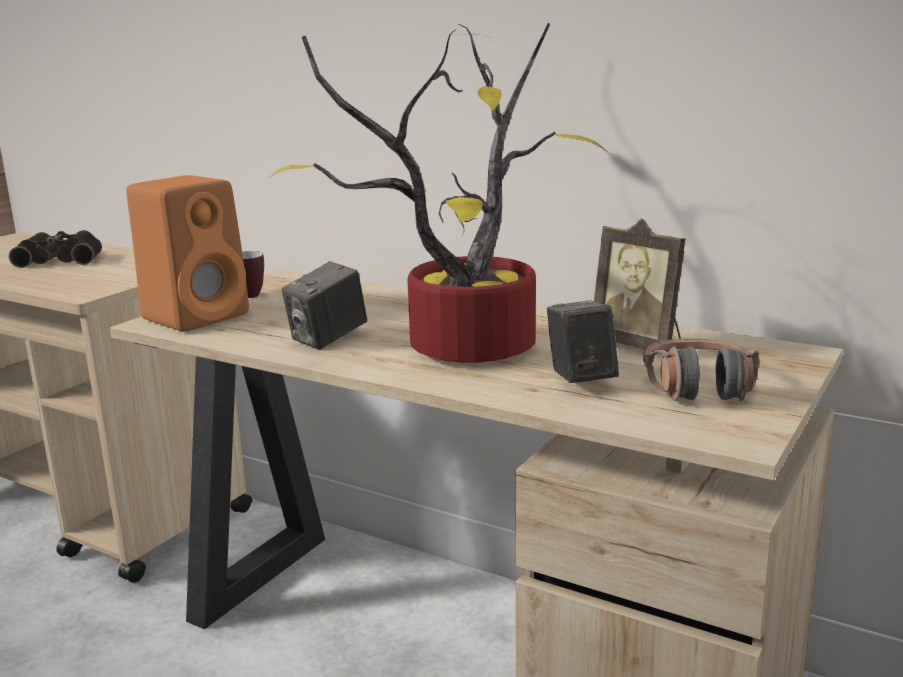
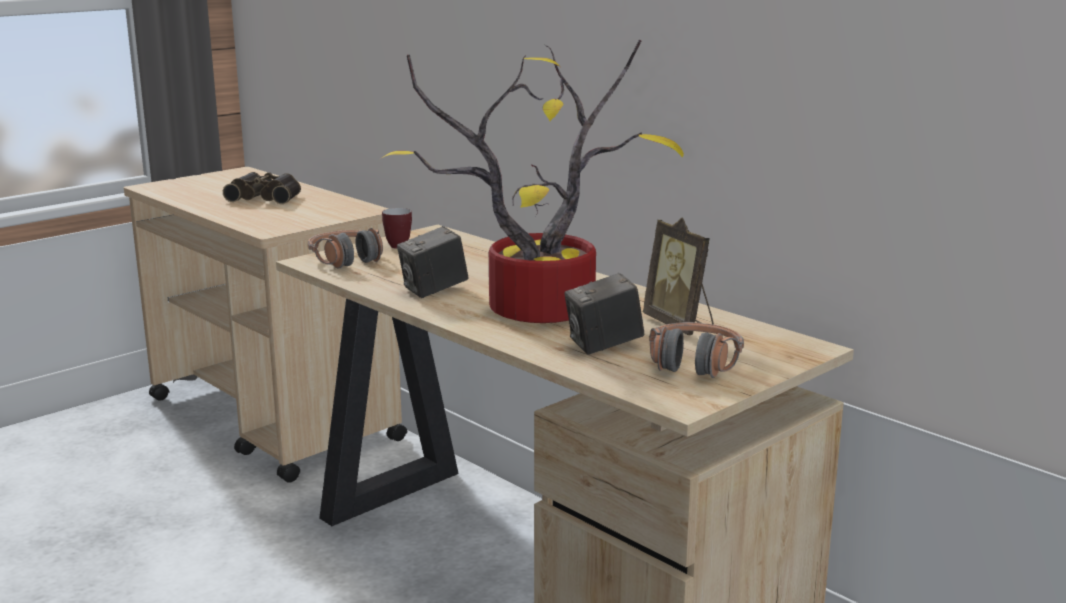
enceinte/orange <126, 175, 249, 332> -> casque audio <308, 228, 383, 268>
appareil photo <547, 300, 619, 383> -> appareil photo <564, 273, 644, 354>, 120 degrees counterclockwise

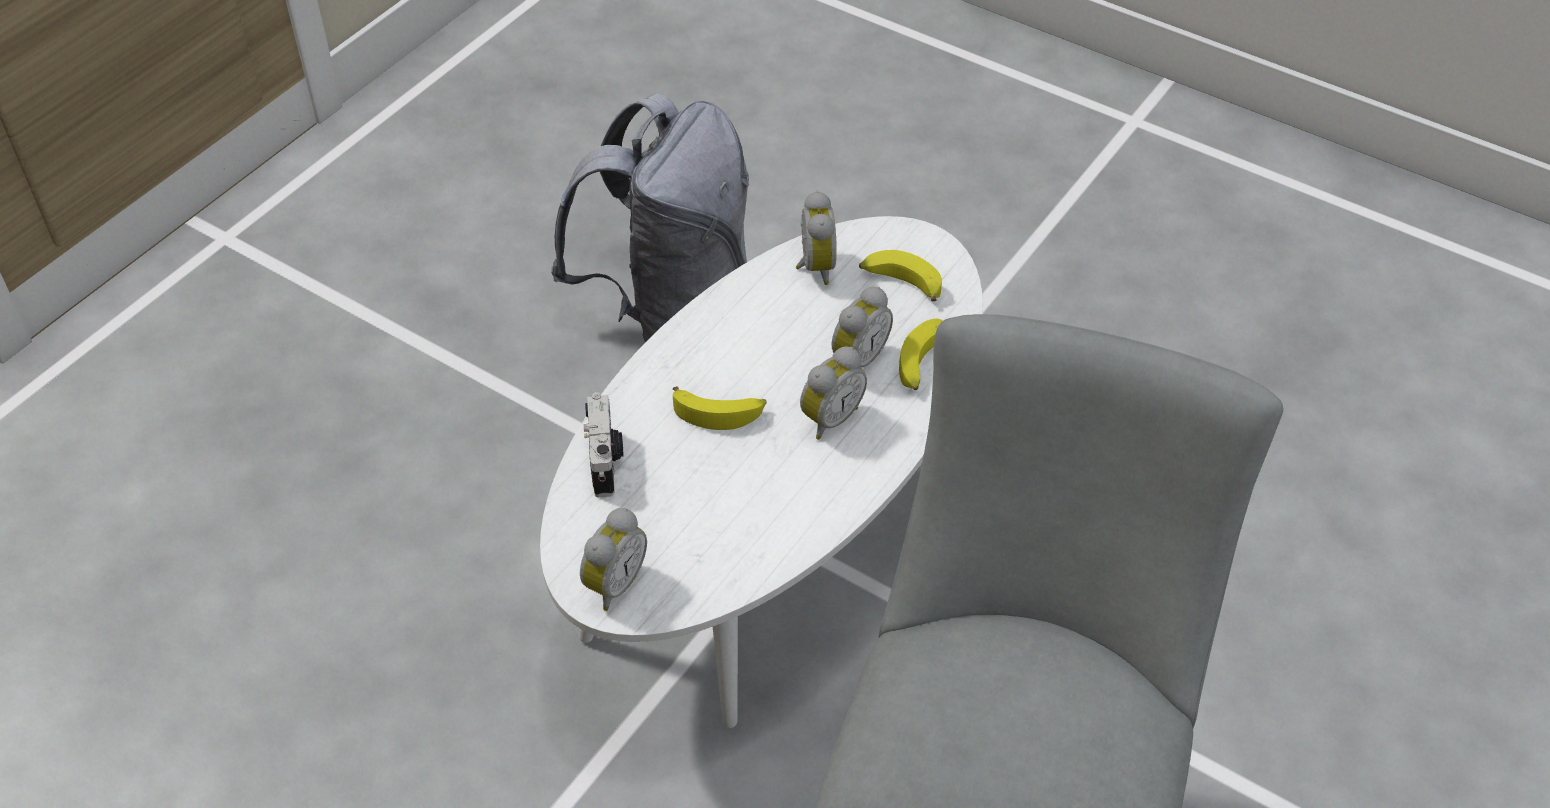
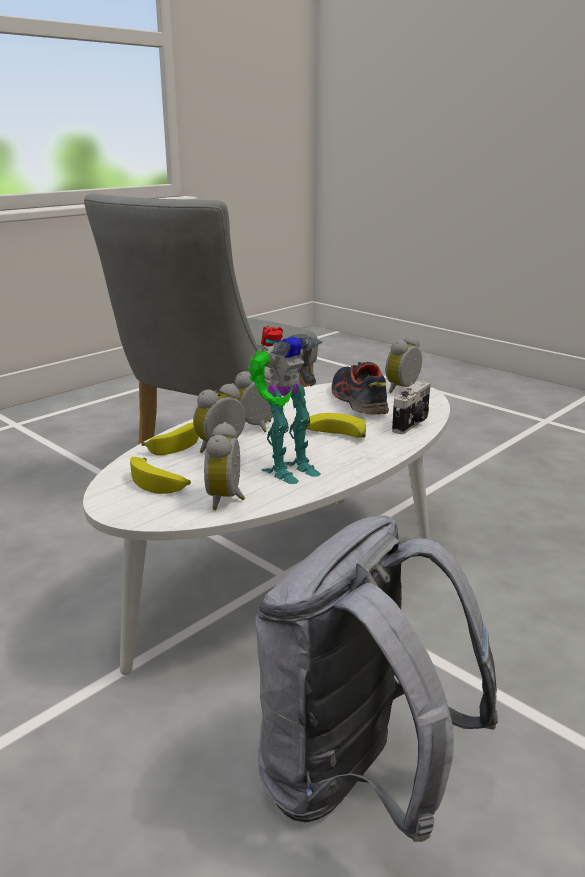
none -> robot jouet <248, 326, 322, 484>
none -> chaussure <331, 362, 389, 415>
appareil photo <583, 392, 624, 498> -> appareil photo <392, 381, 431, 434>, 150 degrees counterclockwise

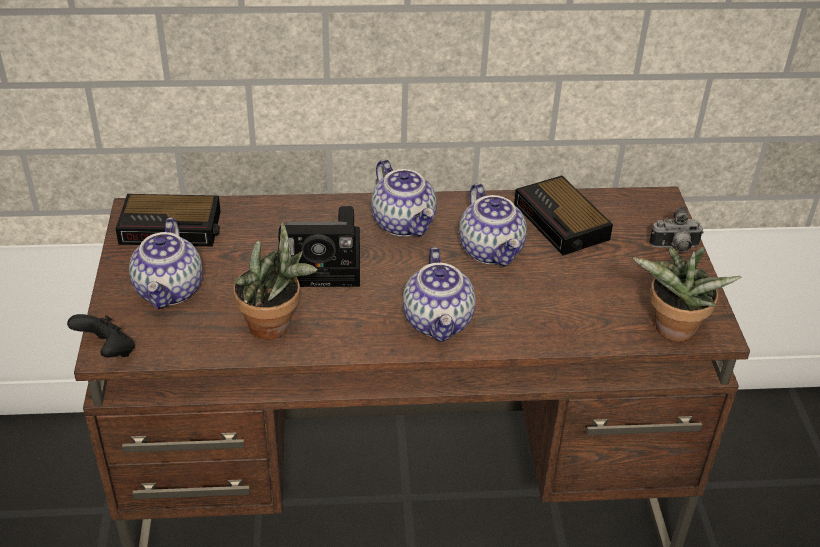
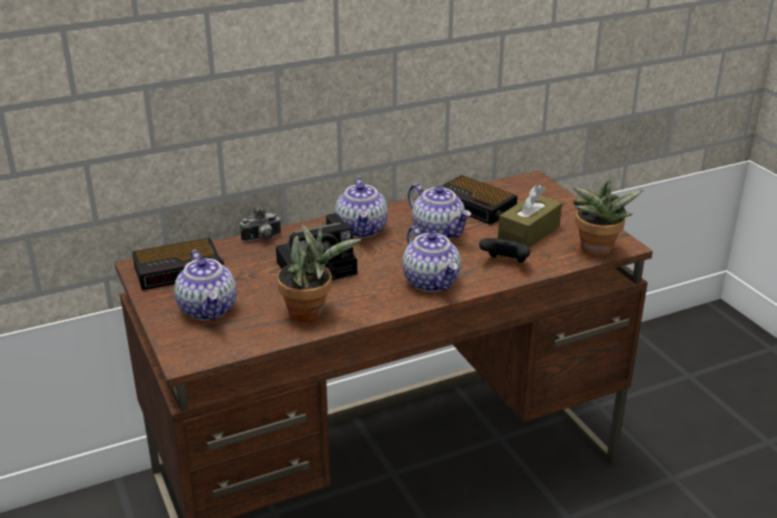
none -> boîte à mouchoirs/marron <498, 185, 562, 248>
manette/noir <67, 314, 135, 358> -> manette/noir <479, 238, 531, 263>, move
appareil photo <649, 206, 704, 252> -> appareil photo <240, 204, 281, 242>, move
théière <371, 159, 437, 236> -> théière <335, 177, 388, 238>, 45 degrees clockwise

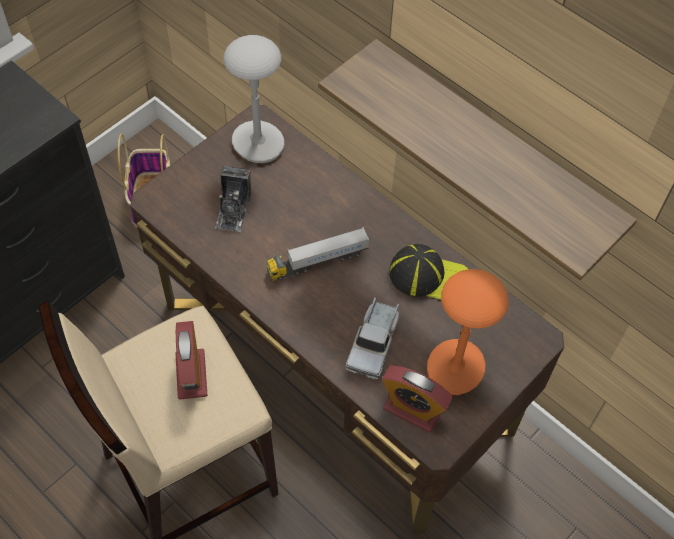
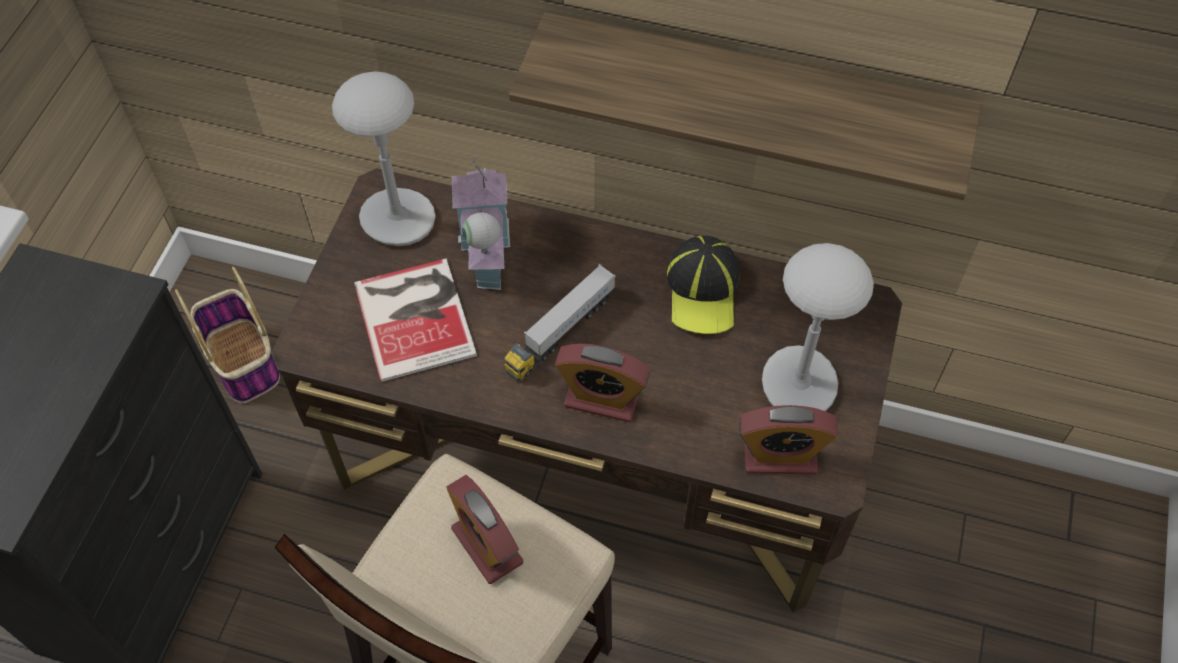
camion jouet <345, 297, 399, 379> -> none
none -> maison miniature <452, 153, 510, 290>
none -> réveil <555, 343, 650, 422>
appareil photo <215, 166, 251, 232> -> livre <354, 258, 477, 382>
lampe de table/orange <427, 269, 509, 395> -> lampe de table/gris <762, 243, 874, 411>
casquette <389, 244, 468, 299> -> casquette <667, 236, 740, 334>, 105 degrees clockwise

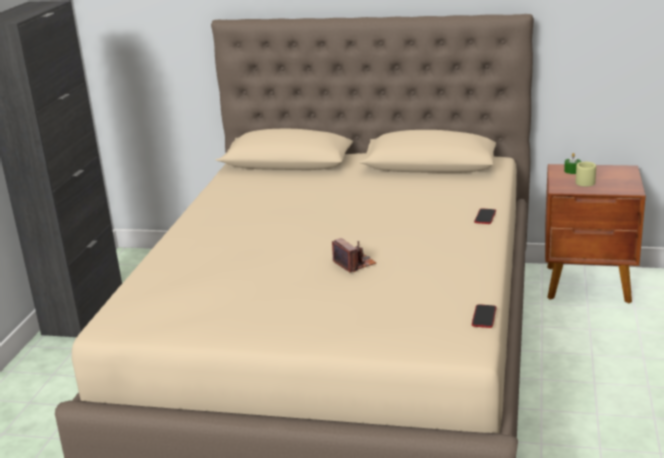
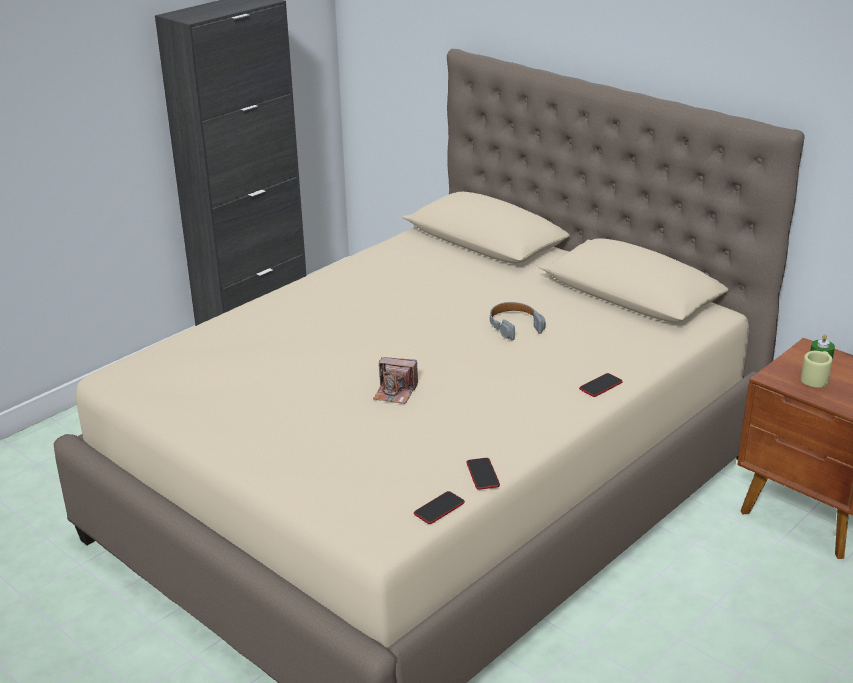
none -> téléphone <466, 458, 500, 490>
none -> casque audio/gris <490, 302, 546, 340>
appareil photo <332, 238, 376, 273> -> appareil photo <373, 357, 418, 404>, 105 degrees clockwise

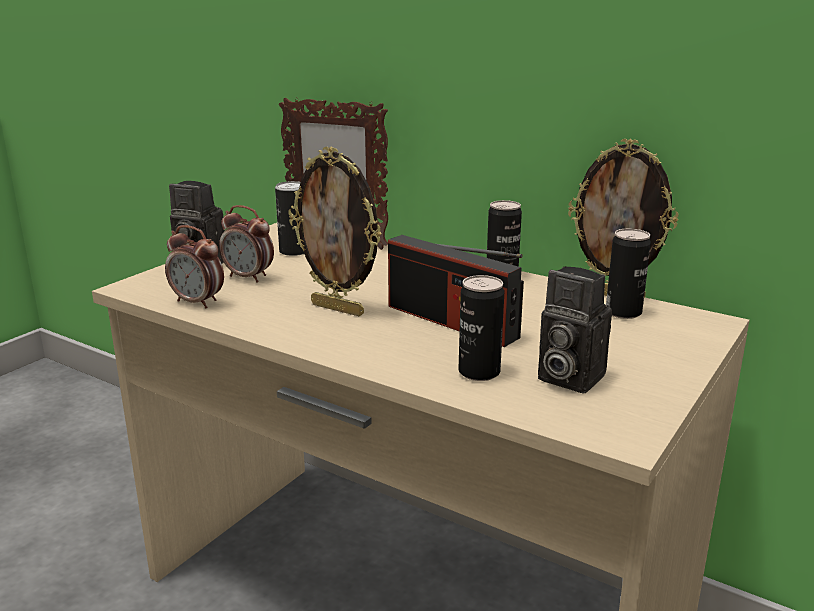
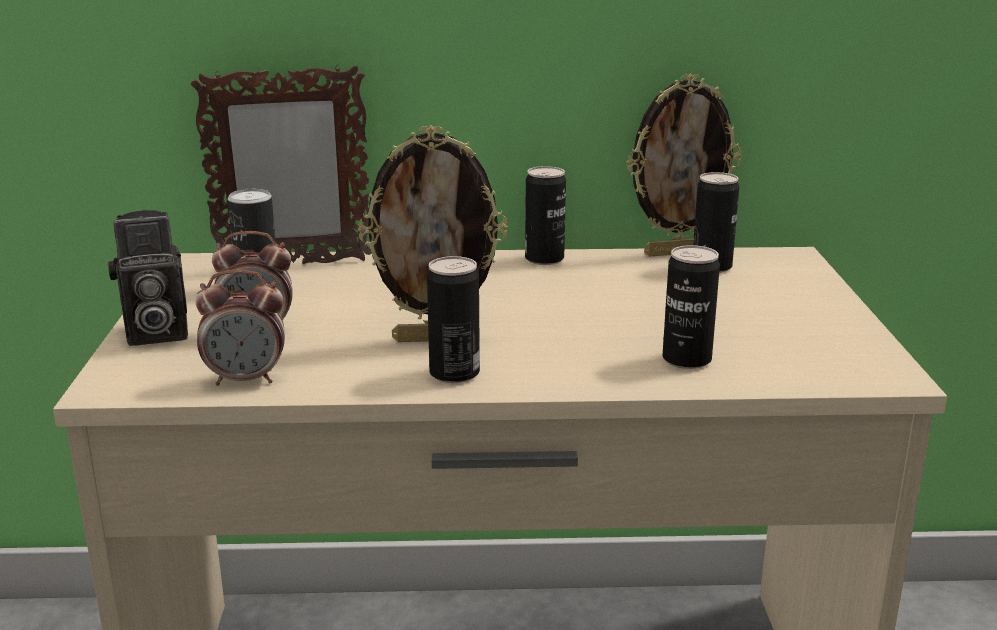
radio <388, 235, 524, 347> -> none
appareil photo <538, 266, 612, 393> -> none
none -> boîte métallique <427, 256, 480, 383>

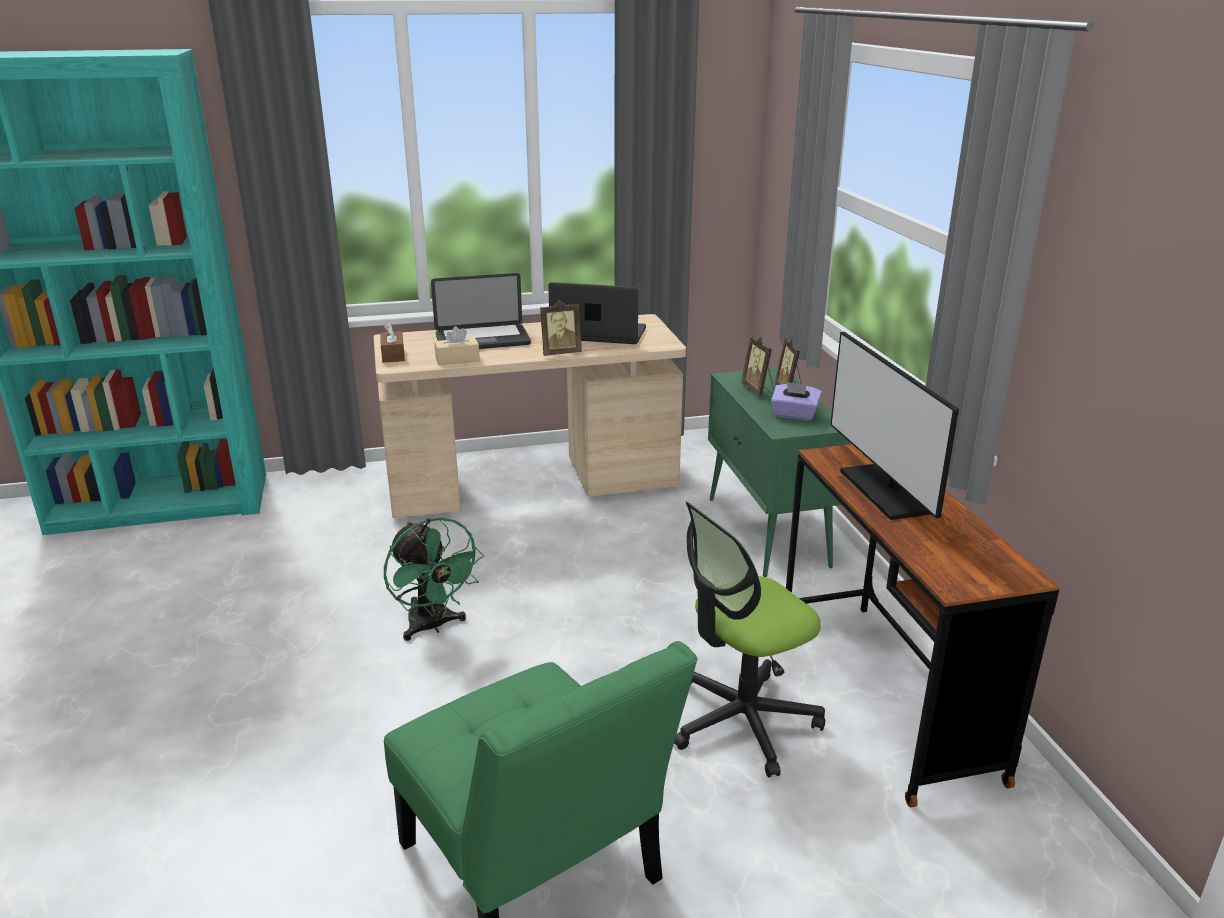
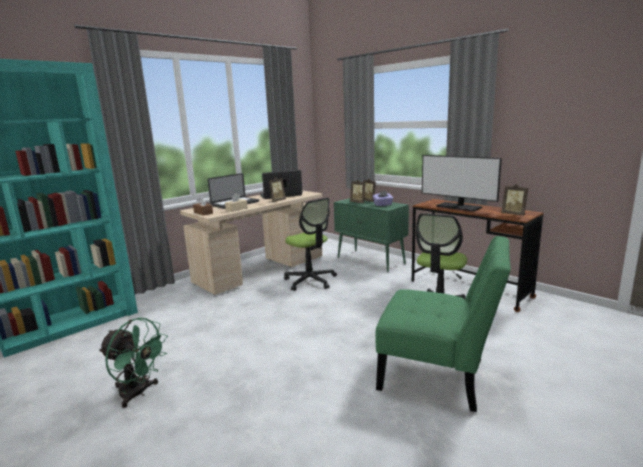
none -> chaise de bureau <284, 198, 337, 291>
none -> cadre photo <501, 184, 528, 216>
ventilateur/vert <384, 518, 484, 641> -> ventilateur/vert <99, 318, 168, 408>, move

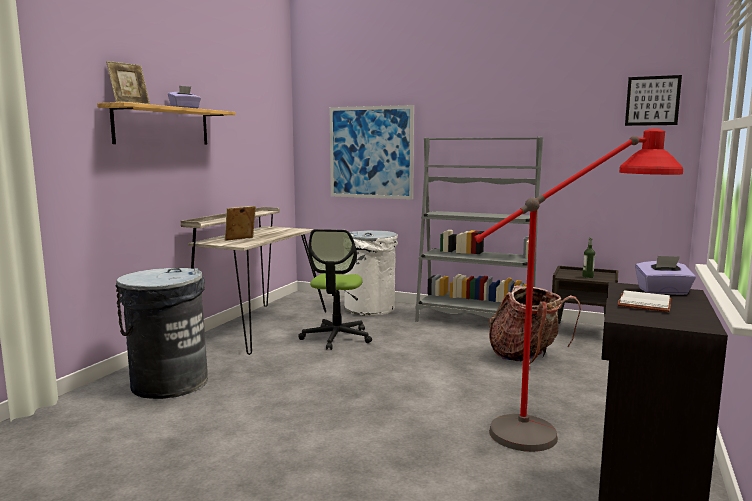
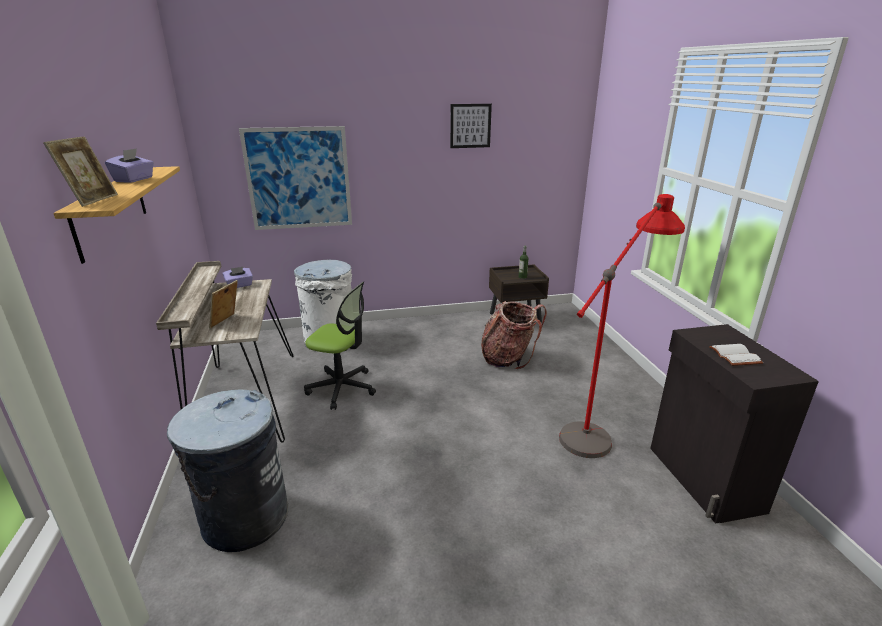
bibliothèque/gris <415, 137, 543, 322> -> none
tableau <625, 75, 682, 126> -> tableau <450, 104, 492, 148>, move
boîte à mouchoirs/violet <635, 256, 696, 295> -> boîte à mouchoirs/violet <222, 267, 253, 288>, move
chaise de bureau <298, 229, 372, 350> -> chaise de bureau <304, 281, 376, 410>, 45 degrees counterclockwise

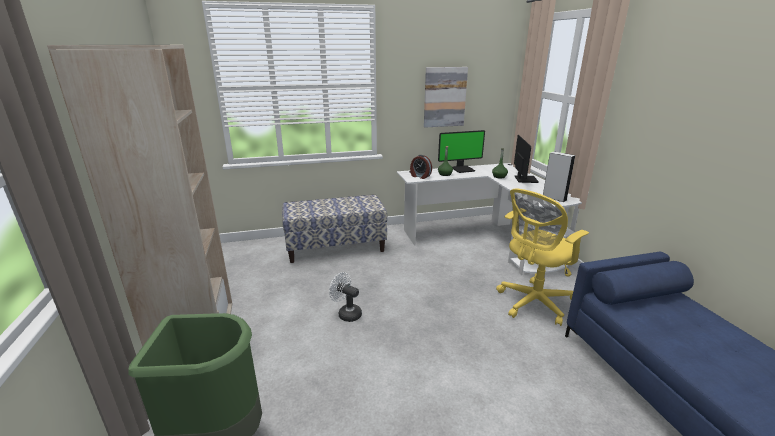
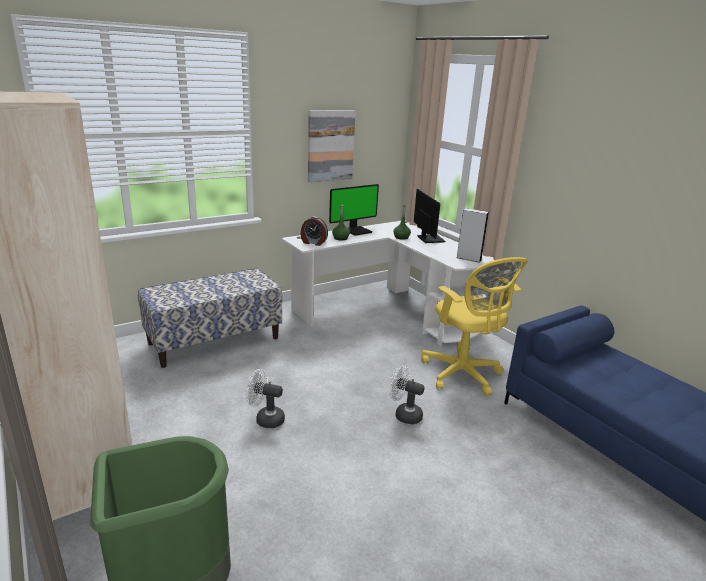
none -> ventilateur/blanc <389, 366, 424, 424>
chaise de bureau/jaune <496, 188, 589, 326> -> chaise de bureau/jaune <421, 257, 528, 396>, 60 degrees counterclockwise

